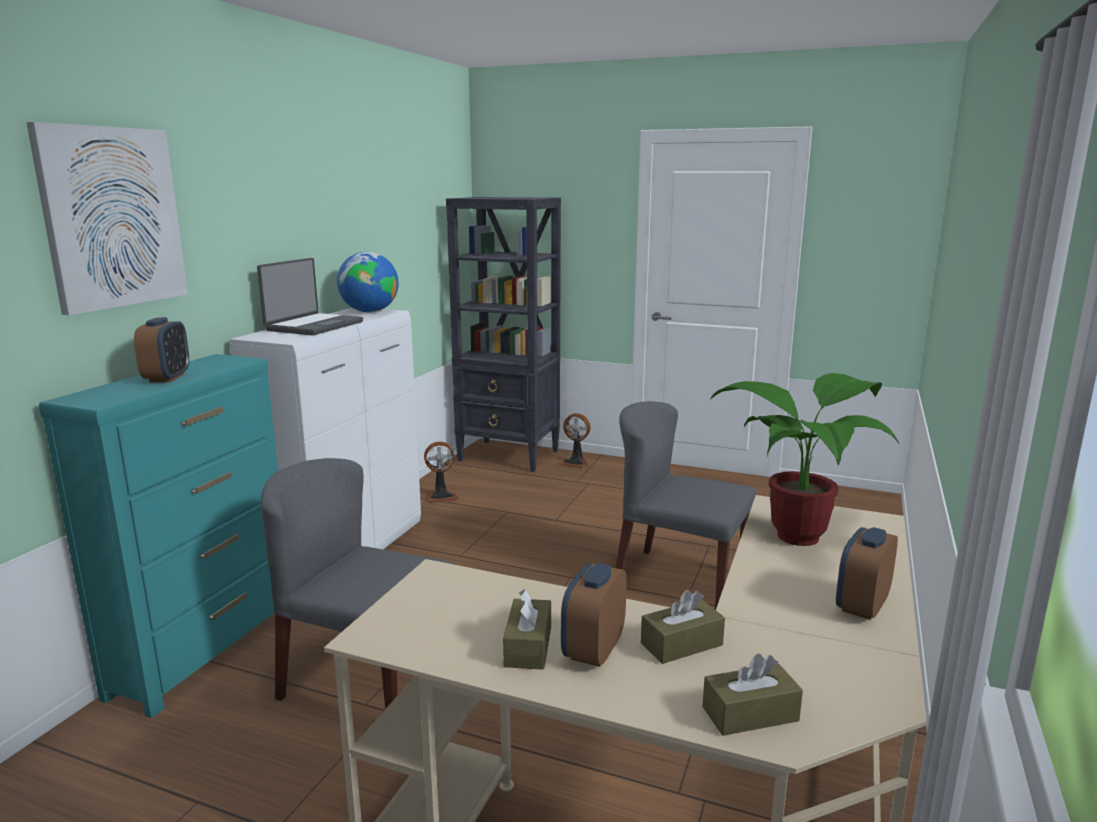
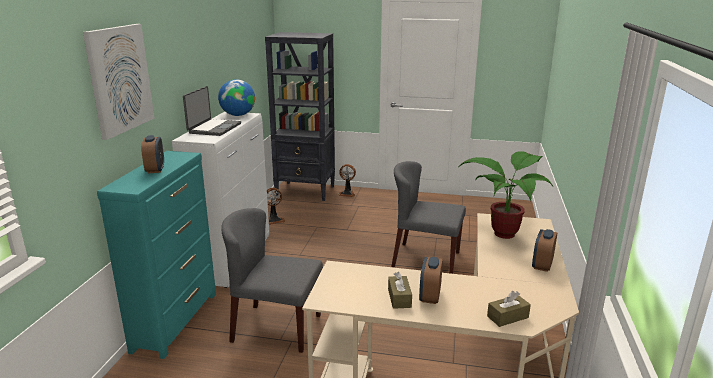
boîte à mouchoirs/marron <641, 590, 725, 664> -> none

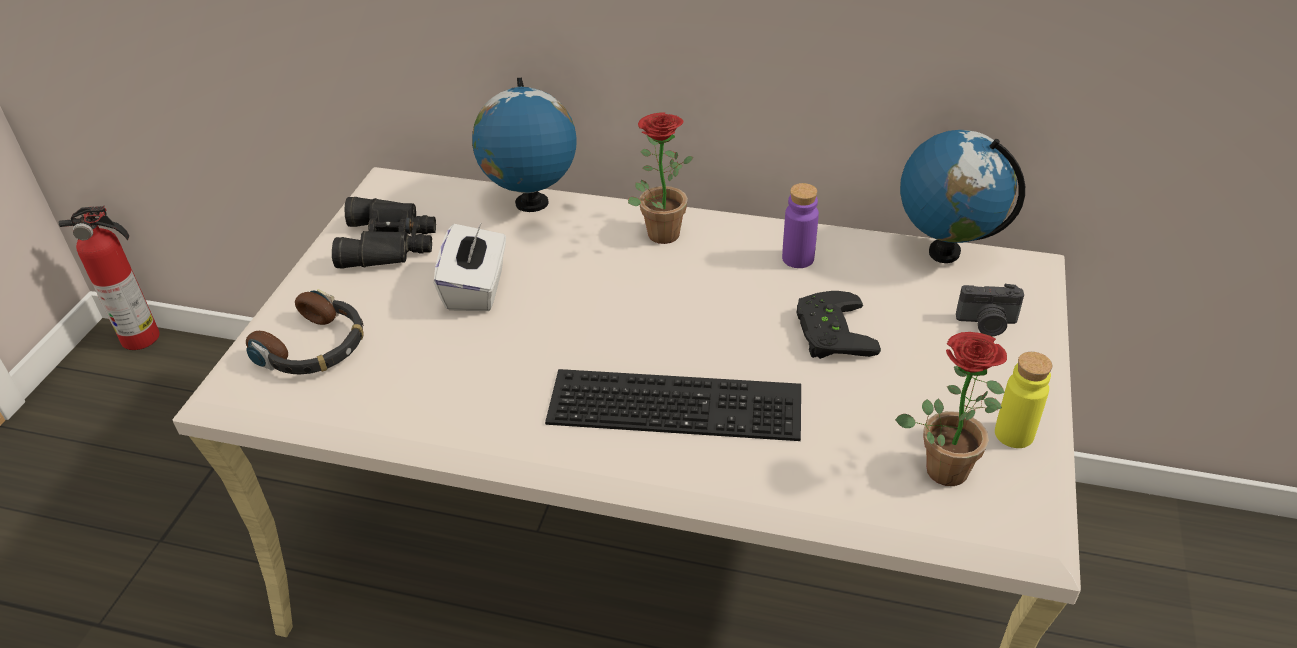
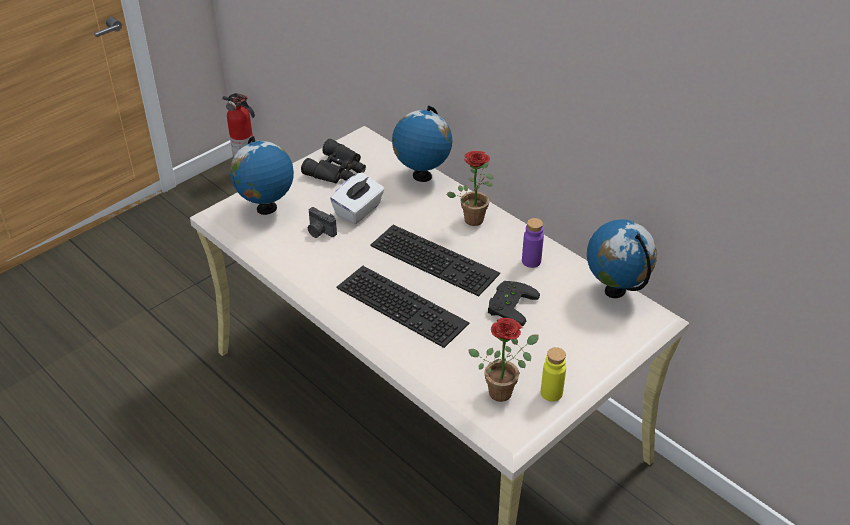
none -> clavier <370, 225, 500, 296>
appareil photo <956, 284, 1024, 336> -> appareil photo <308, 207, 337, 238>, move
casque audio <246, 289, 364, 375> -> globe <230, 136, 294, 215>

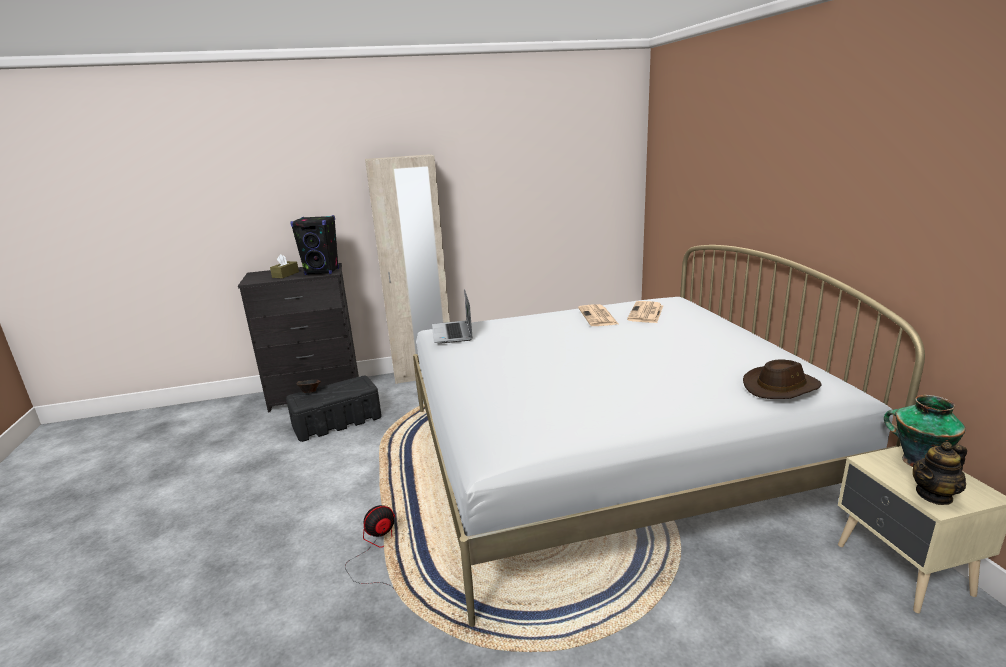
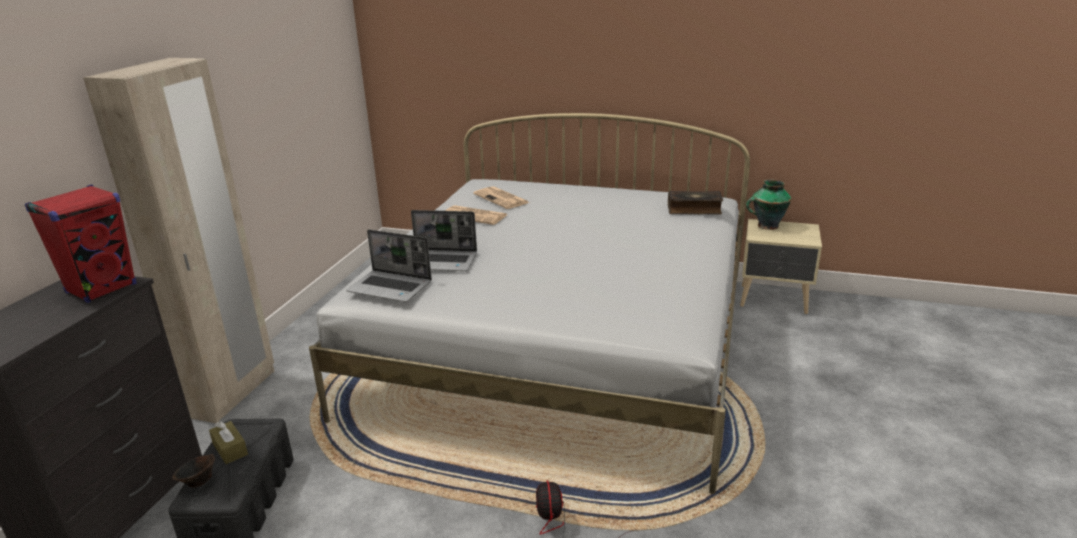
théière <912, 442, 967, 505> -> none
none -> ordinateur portable <411, 210, 477, 271>
boîte à mouchoirs/marron <270, 254, 299, 278> -> boîte à mouchoirs/marron <209, 421, 248, 464>, move
chapeau/marron <743, 359, 822, 399> -> livre <668, 191, 723, 214>
enceinte/noir <290, 215, 339, 275> -> enceinte/rouge <25, 184, 136, 303>

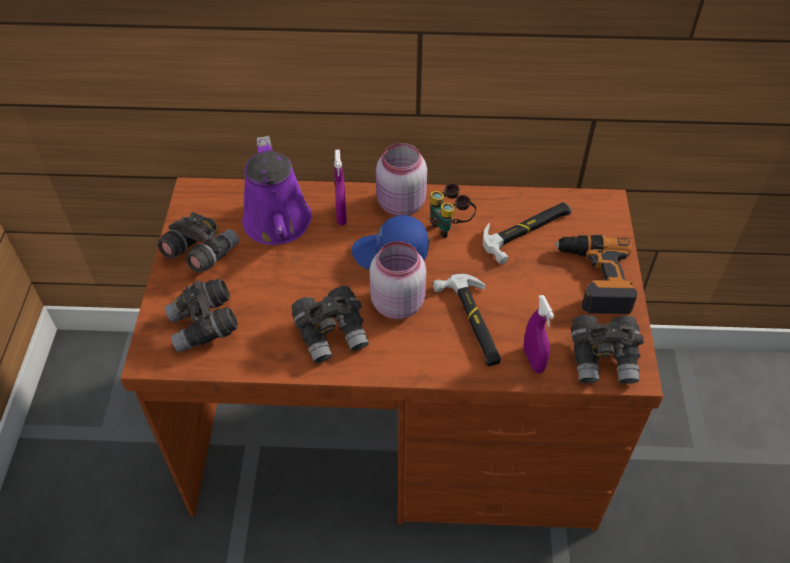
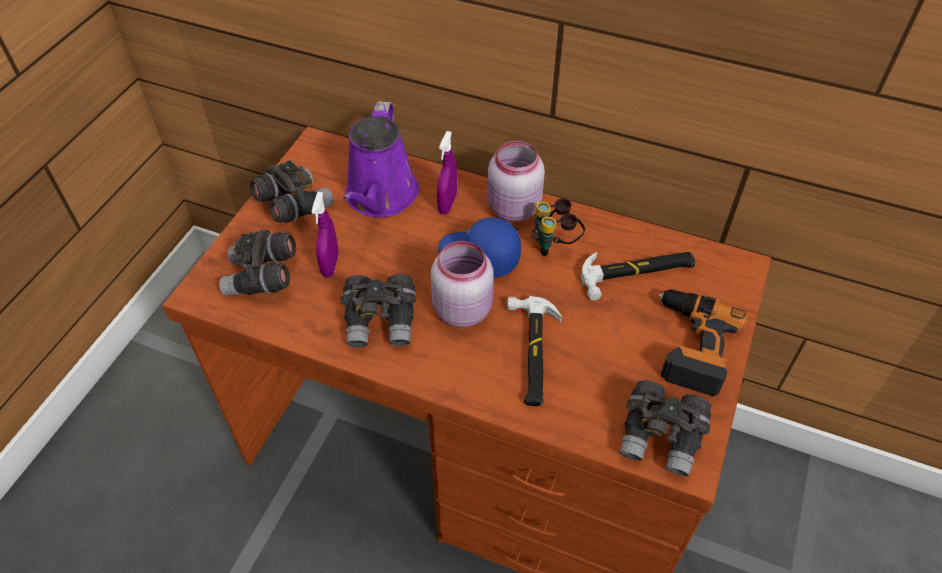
vaporisateur/violet <523, 295, 554, 373> -> vaporisateur/violet <312, 192, 339, 278>, move

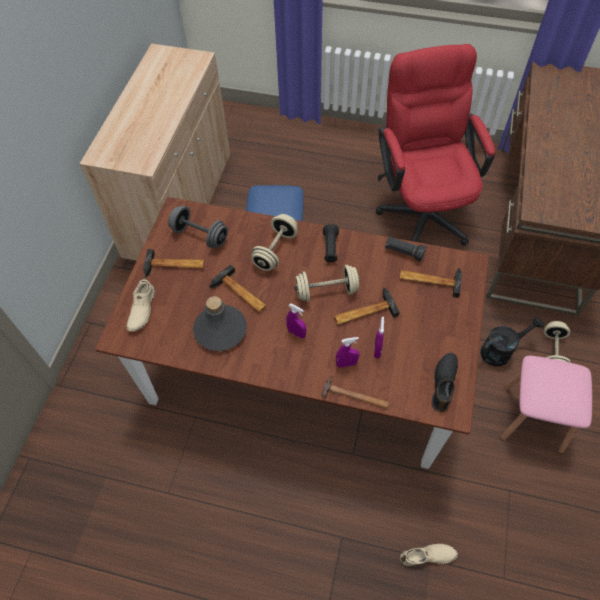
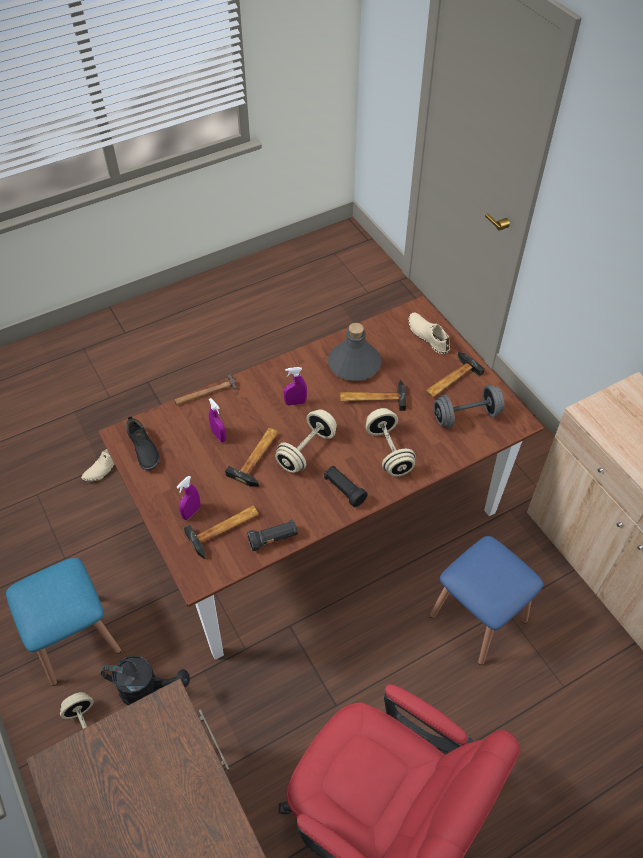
vaporisateur/violet <336, 337, 359, 368> -> vaporisateur/violet <177, 476, 200, 520>, move
tabouret/rose <501, 356, 592, 454> -> tabouret/bleu <6, 558, 121, 686>
arrosoir/noir <480, 316, 544, 366> -> arrosoir/noir <101, 655, 190, 705>, 105 degrees counterclockwise

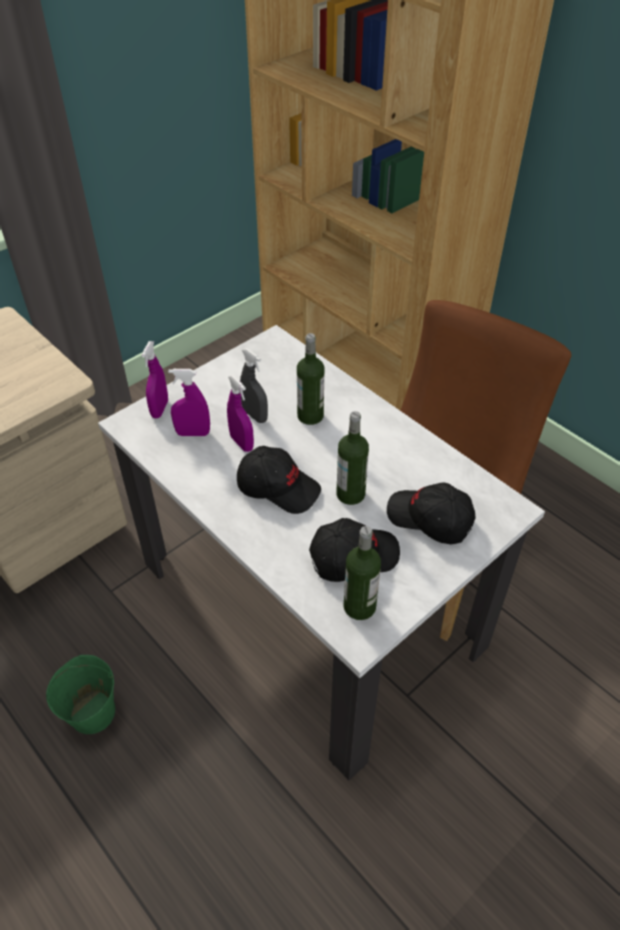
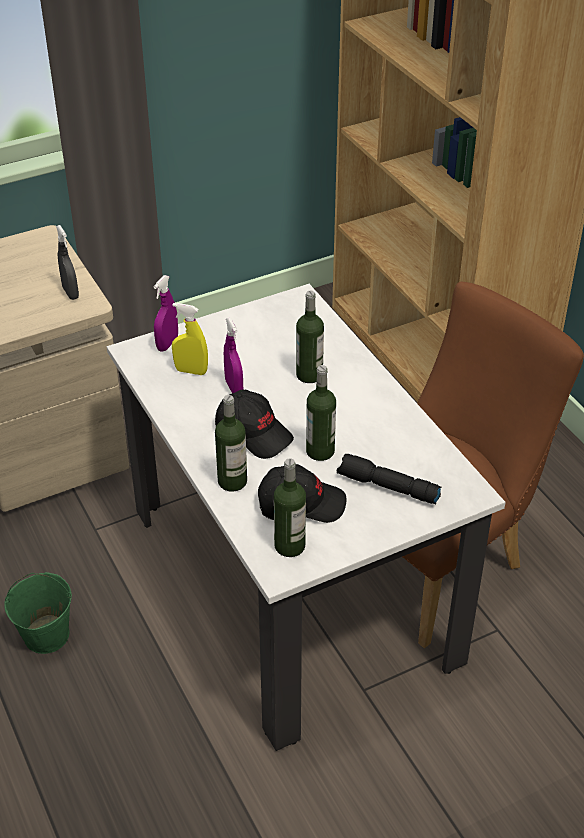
none -> bouteille <215, 395, 247, 492>
vaporisateur/gris <240, 348, 268, 423> -> vaporisateur/gris <56, 225, 79, 300>, move
casquette/noir <387, 482, 476, 544> -> lampe de poche/noir <337, 454, 442, 504>
vaporisateur/violet <168, 369, 210, 436> -> vaporisateur/jaune <172, 303, 208, 375>

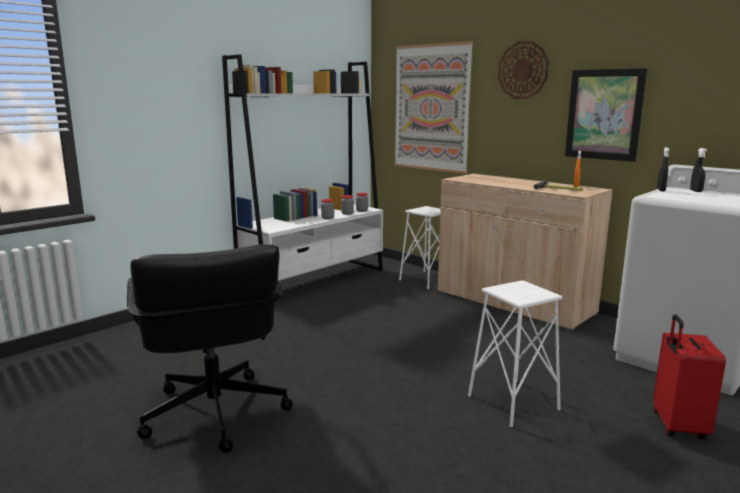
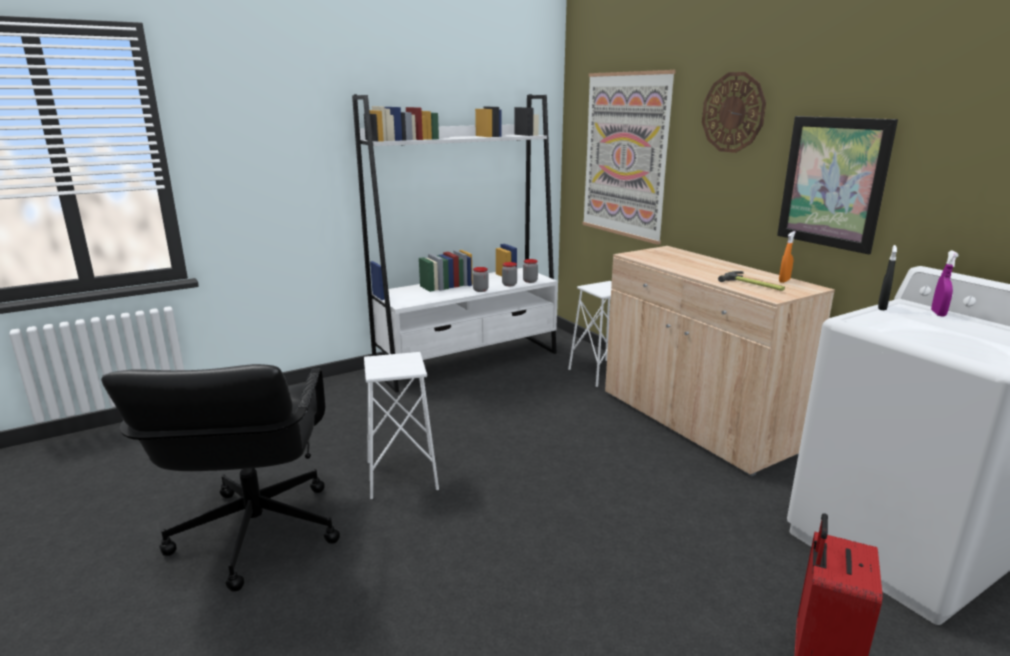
tabouret/blanc <468, 280, 562, 427> -> tabouret/blanc <364, 352, 439, 499>, move
vaporisateur/noir <690, 148, 707, 192> -> vaporisateur/violet <931, 251, 959, 317>

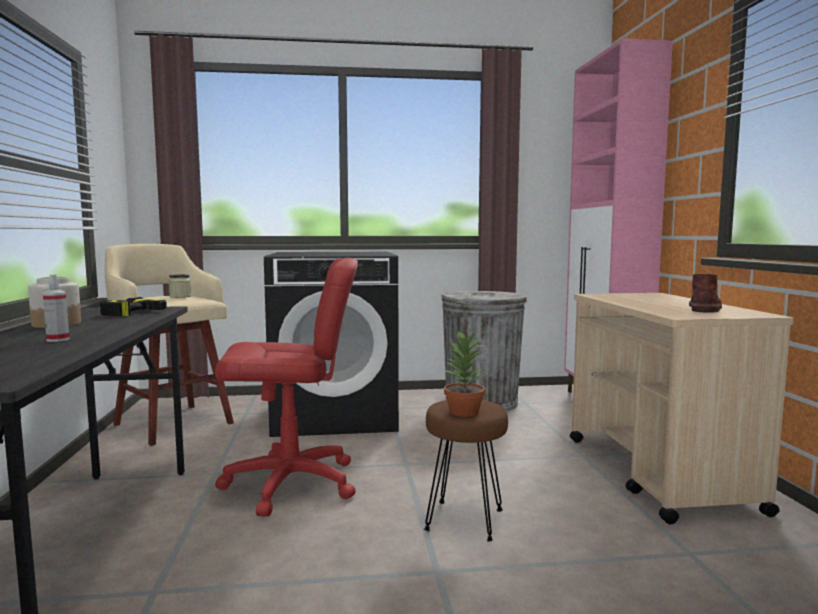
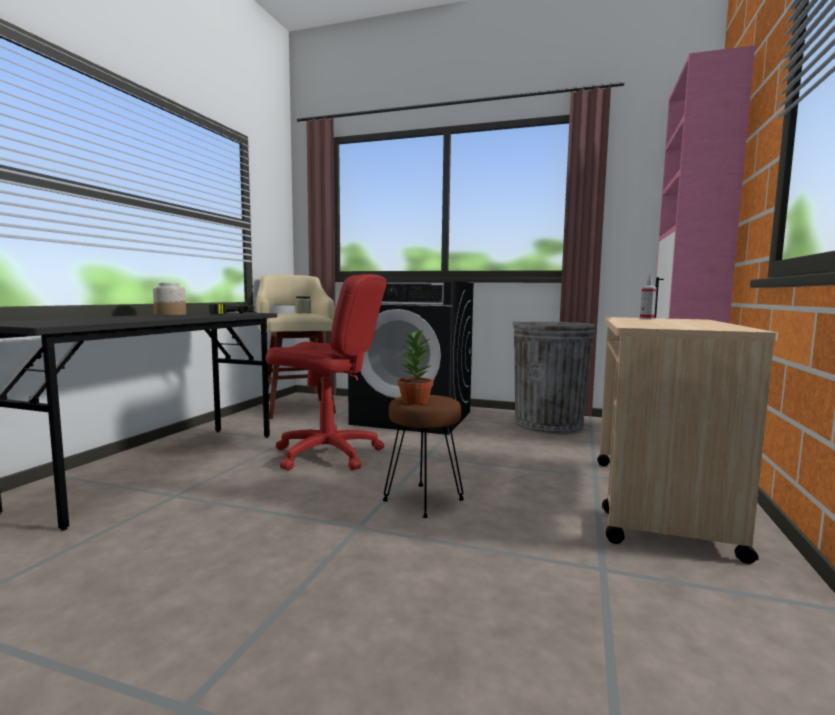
botte/marron <689, 274, 722, 313> -> none
vaporisateur <43, 274, 70, 342> -> vaporisateur <640, 275, 657, 320>, move

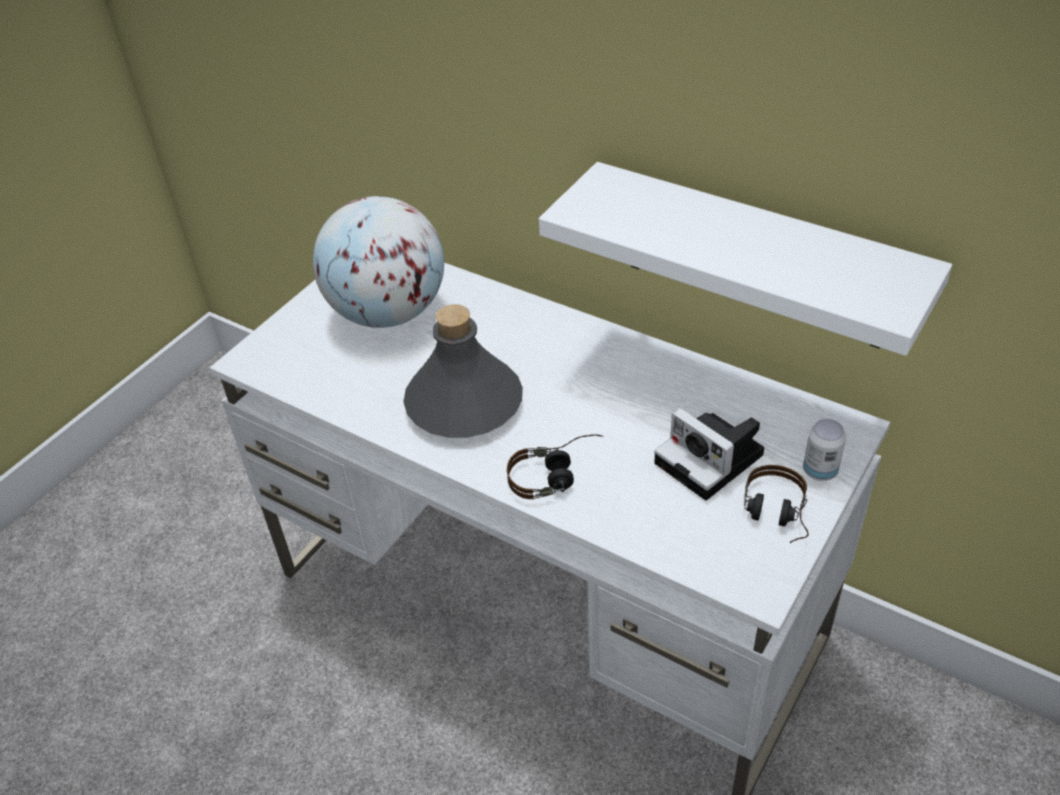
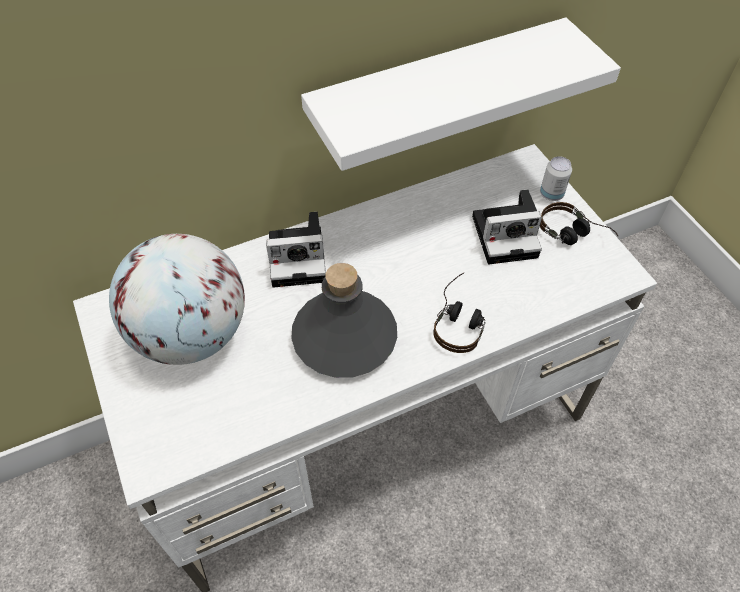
none -> appareil photo <266, 212, 326, 288>

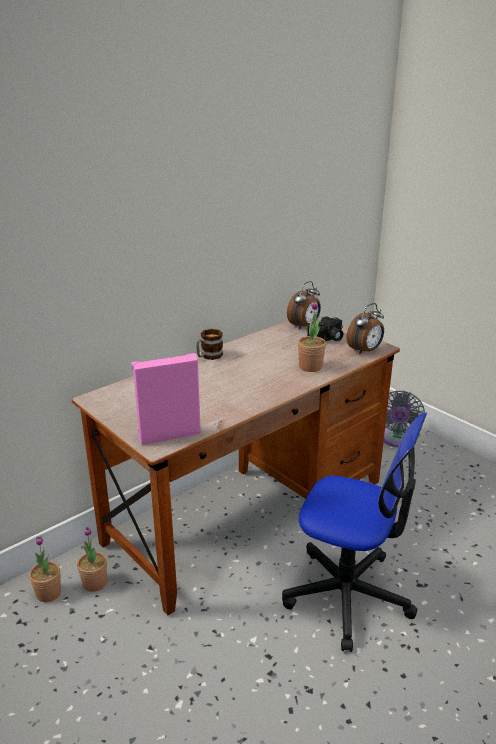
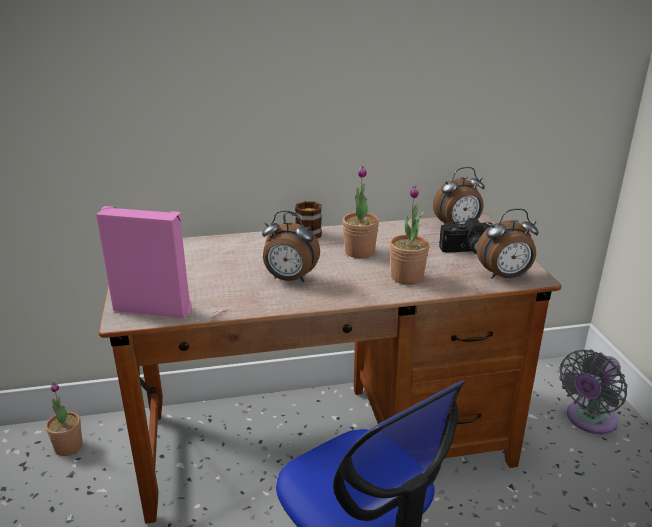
none -> réveil <262, 211, 320, 282>
plante en pot <77, 527, 107, 592> -> plante en pot <342, 166, 379, 258>, move

